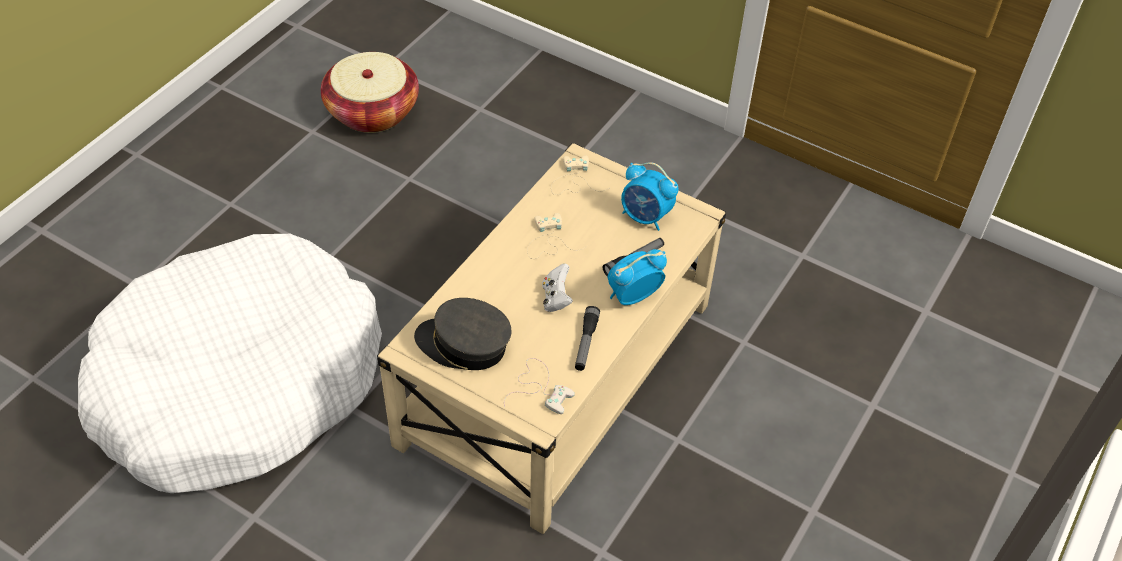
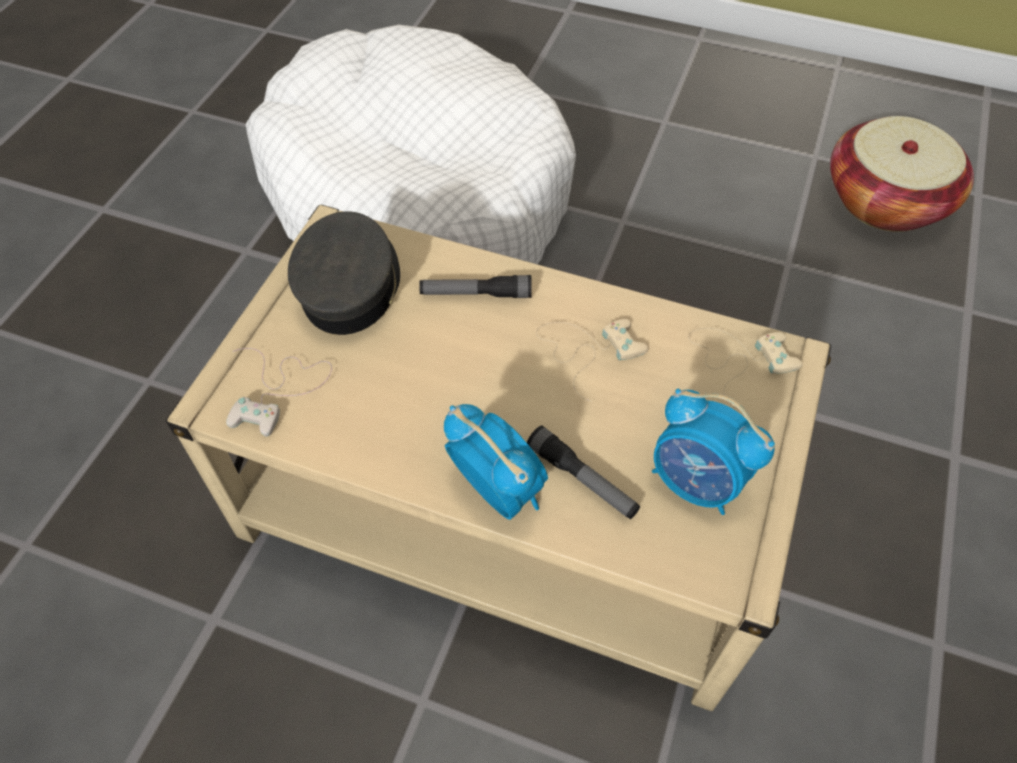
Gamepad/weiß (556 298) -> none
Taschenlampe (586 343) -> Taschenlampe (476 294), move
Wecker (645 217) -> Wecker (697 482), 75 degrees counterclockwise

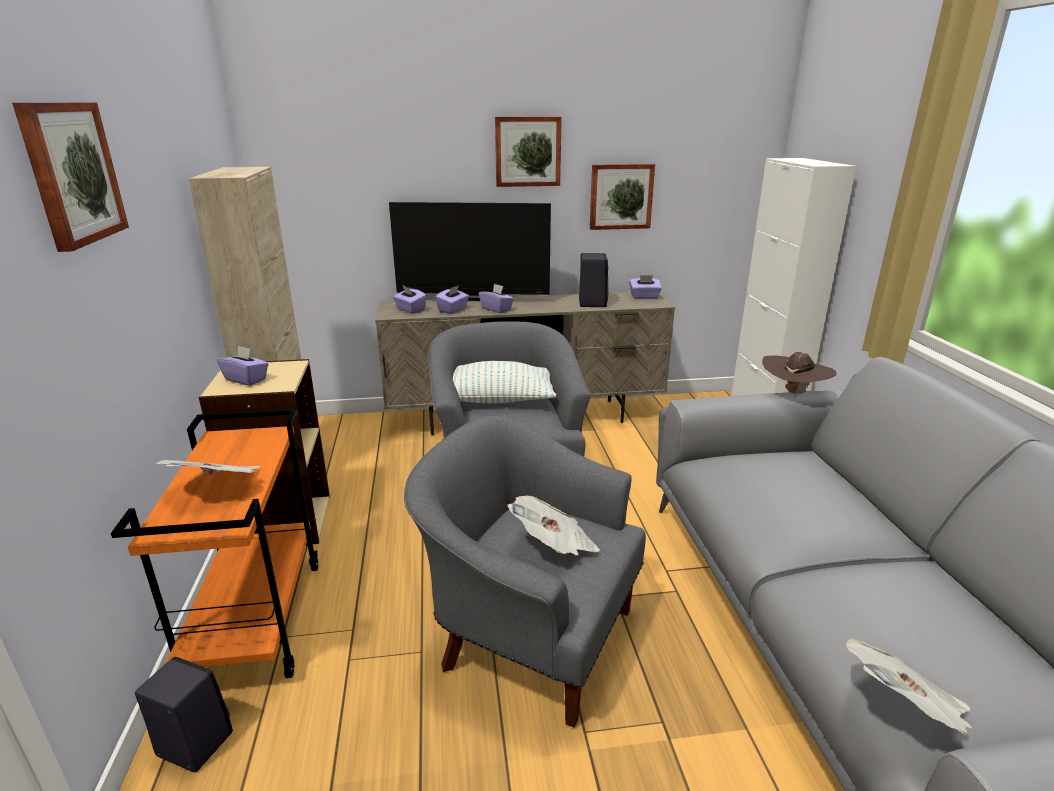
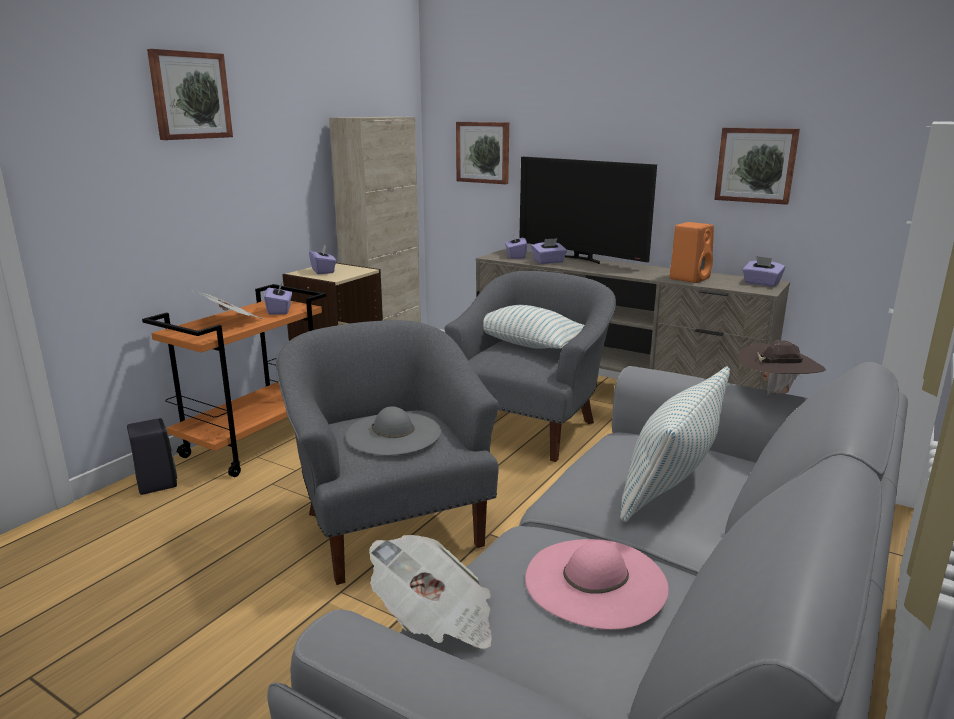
Taschentuchbox/lila (496 309) -> Taschentuchbox/lila (280 310), move
Bild (527 151) -> Bild (483 152), move
Zeitung (554 546) -> Hut/grau (394 433)
Lautsprecher/schwarz (592 303) -> Lautsprecher/orange (689 278)
none -> Hut/rosa (595 581)
none -> Kissen (671 483)

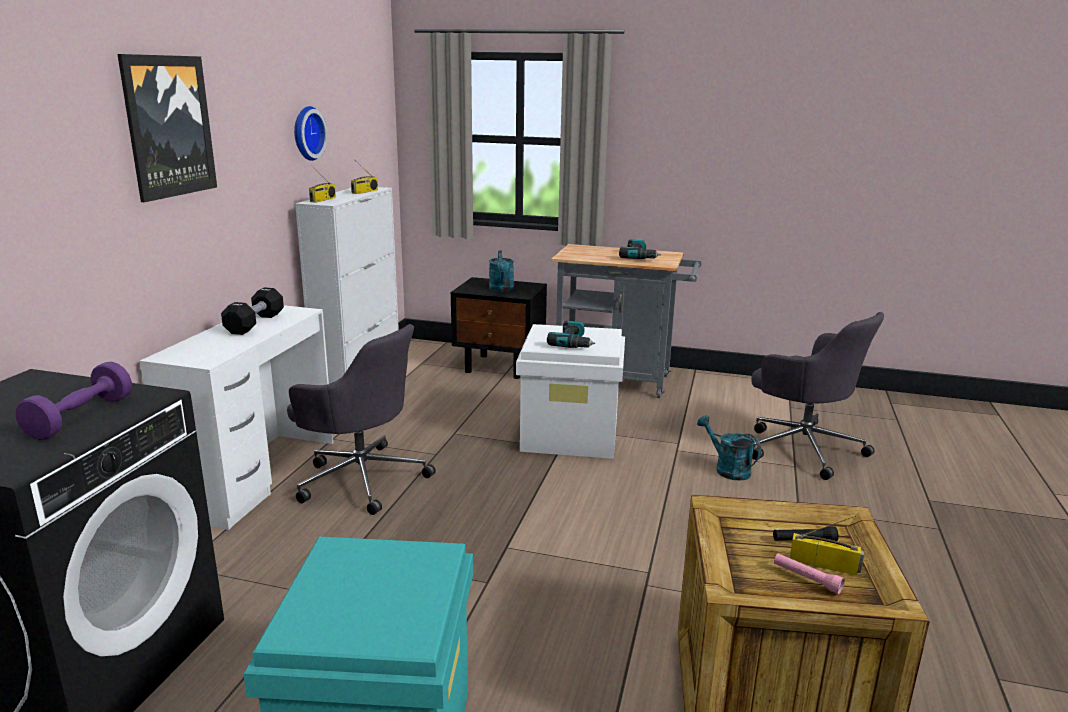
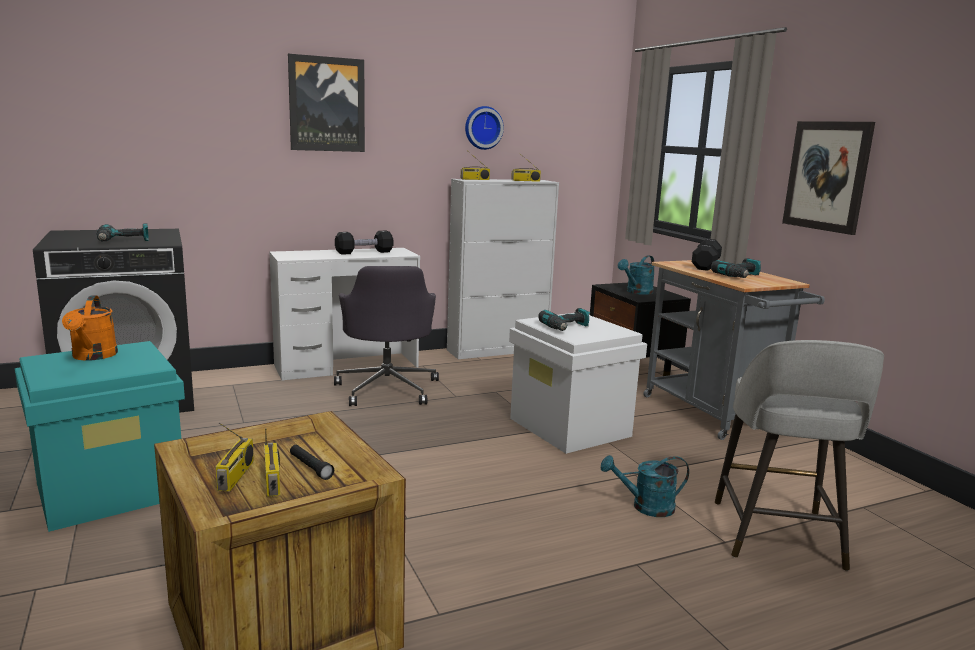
Hantel/lila (81 417) -> Bohrmaschine (123 241)
Gießkanne/türkis (727 469) -> Gießkanne/türkis (645 507), 105 degrees counterclockwise
Bürostuhl/grau (802 447) -> Hocker/grau (777 536)
Taschenlampe/rosa (806 578) -> Radio (236 476)
none -> Gießkanne/orange (93 356)
none -> Hantel/schwarz (705 265)
none -> Bild (827 176)

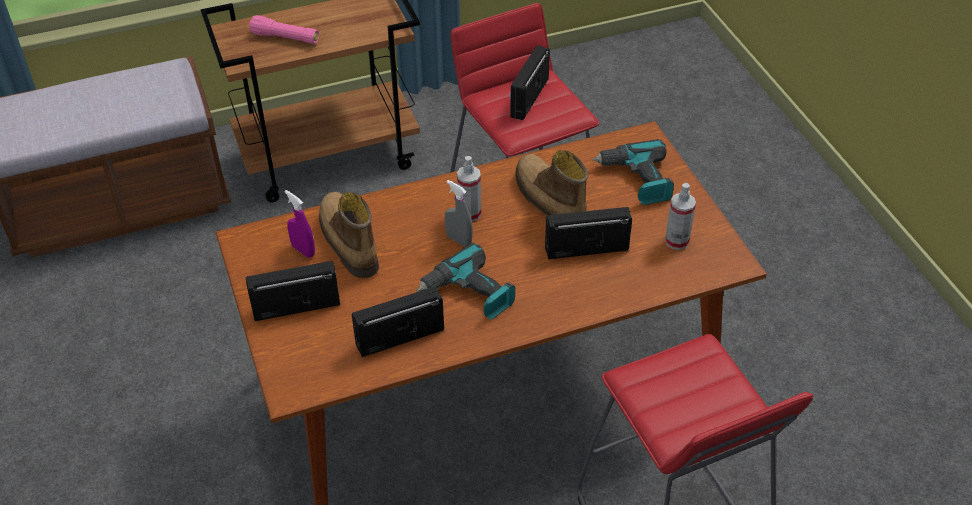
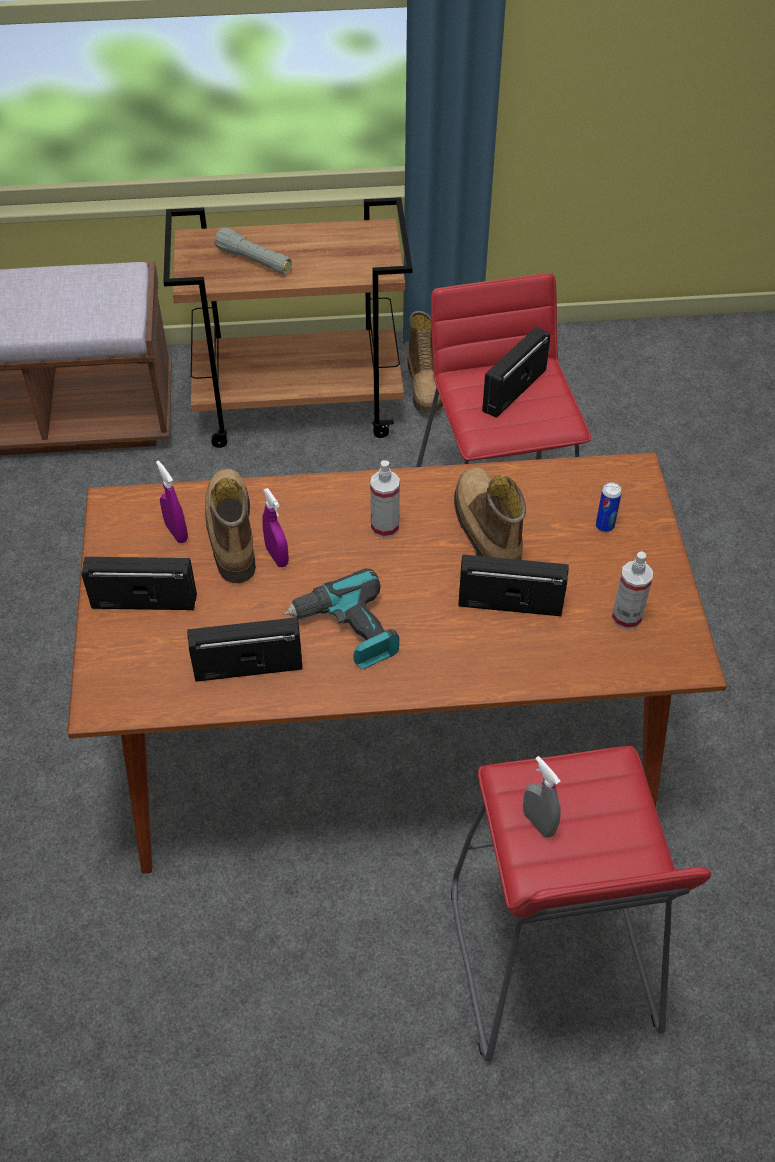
Taschenlampe/rosa (285 38) -> Taschenlampe/grau (254 261)
Sprühflasche/grau (459 240) -> Sprühflasche/grau (538 823), move
Bohrmaschine (637 180) -> Dose (604 526)
none -> Sprühflasche/lila (277 556)
none -> Stiefel (425 386)

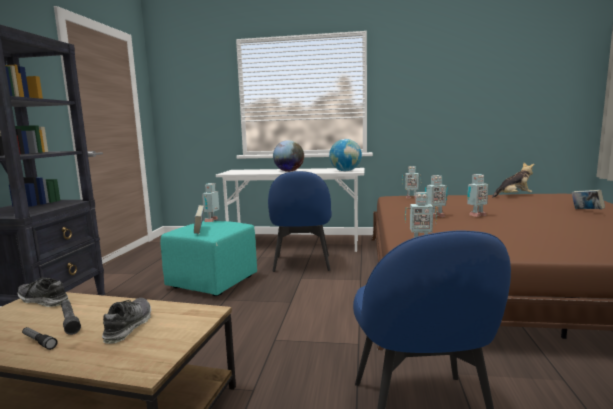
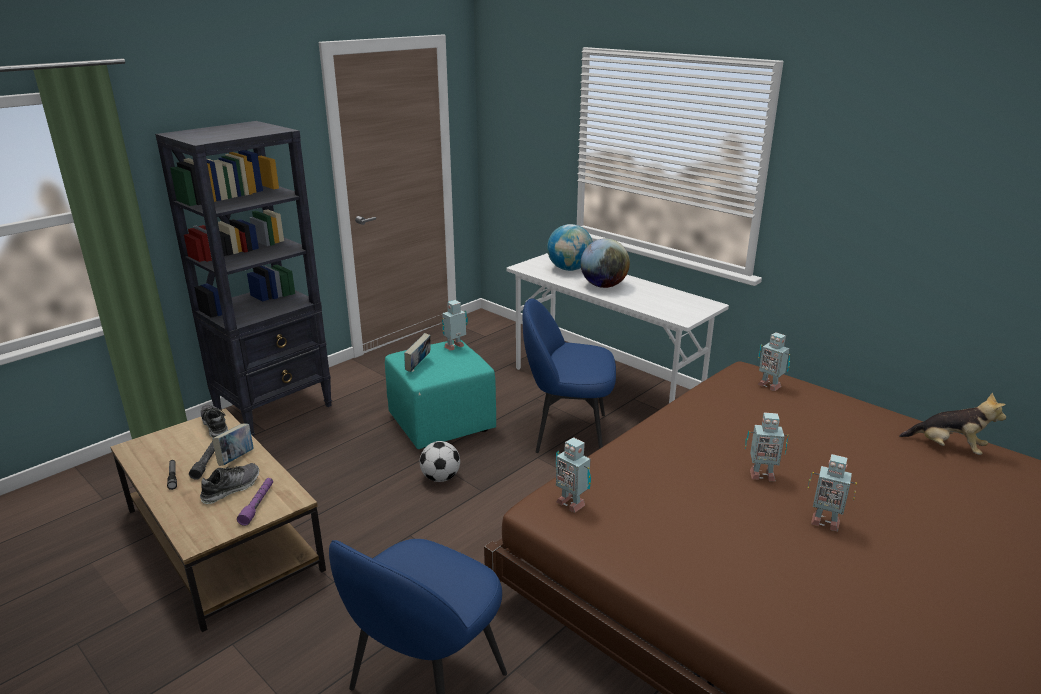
Stuhl/blau (301 264) -> Stuhl/blau (568 432), 60 degrees clockwise
Globus (345 171) -> Globus (569 269), move
Spielzeugroboter (435 216) -> Spielzeugroboter (824 521), move
Buch (586 211) -> Buch (236 458), move
none -> Taschenlampe/lila (258 504)
none -> Fußball (440 478)

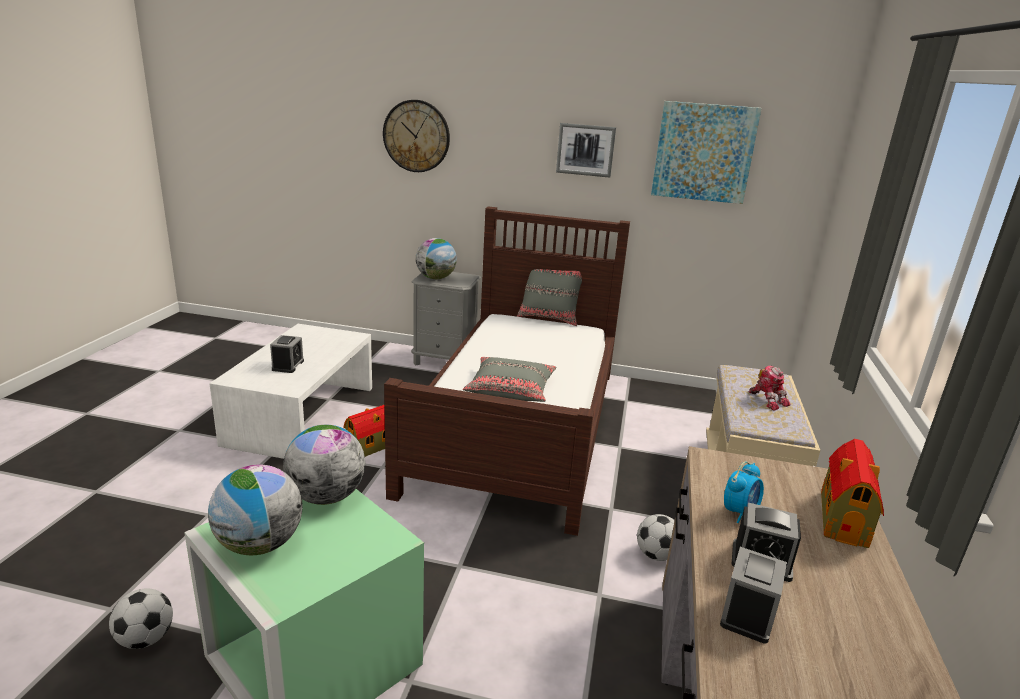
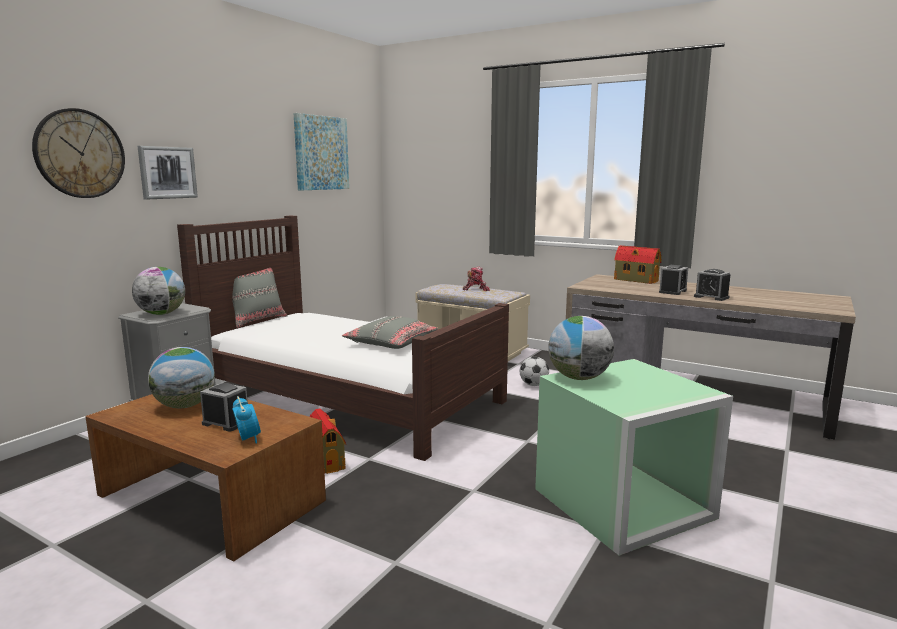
Fußball (145 639) -> none
Globus (260 544) -> Globus (185 406), move
Couchtisch/weiß (301 414) -> Couchtisch/braun (209 498)
Bild (585 150) -> Bild (167 172), move
Wecker (739 512) -> Wecker (248 438), move

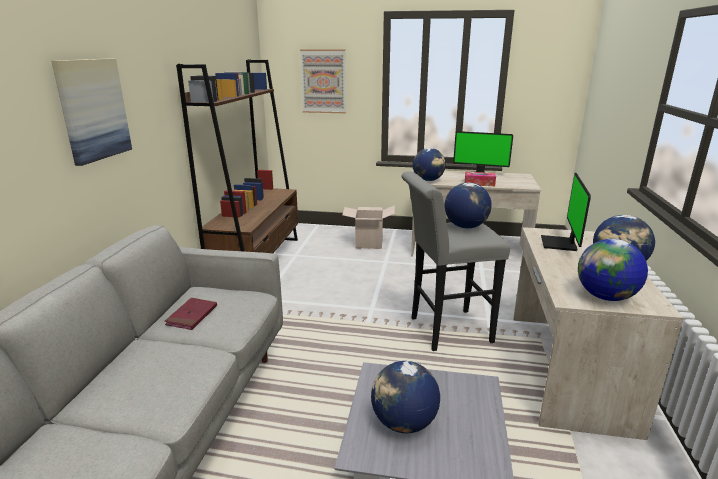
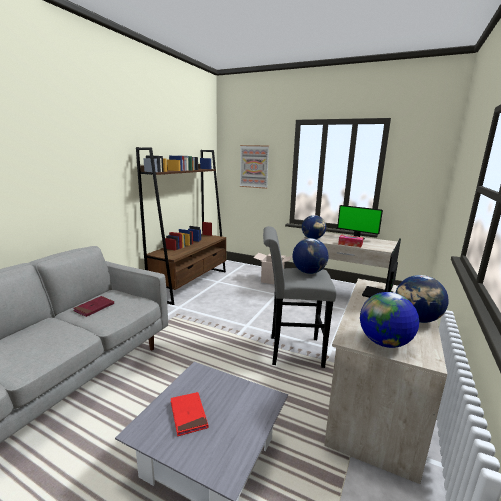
Bild (93 109) -> none
Globus (403 423) -> Buch/rot (188 415)

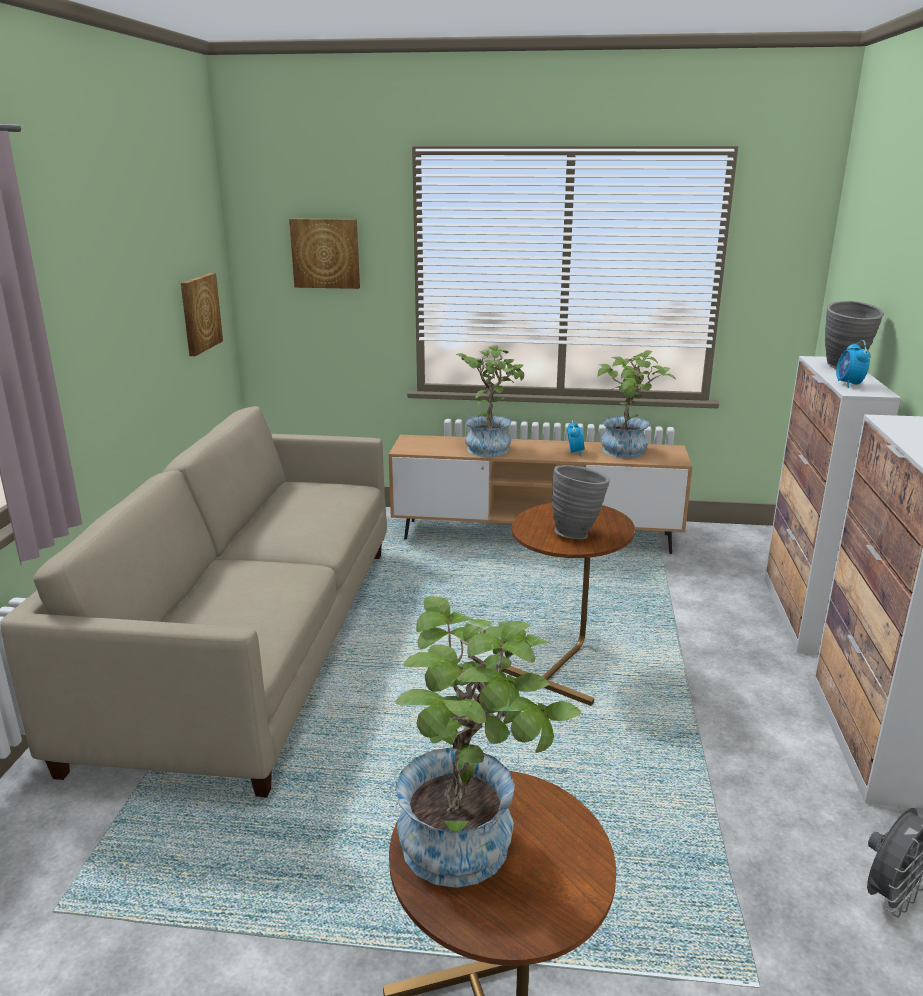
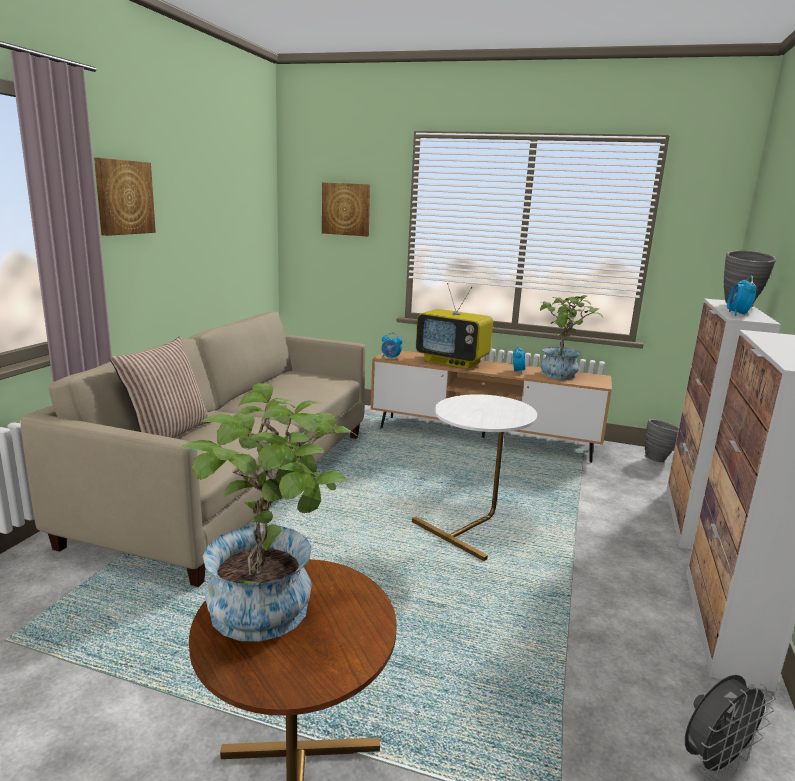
Bild (199 313) -> Bild (124 197), move
Topfpflanze (491 447) -> Fernseher (453 362)
Beistelltisch/braun (564 662) -> Beistelltisch/weiß (473 526)
Vase/grau (578 533) -> Vase/grau (658 459), move
none -> Kissen (168 434)
none -> Wecker (390 358)

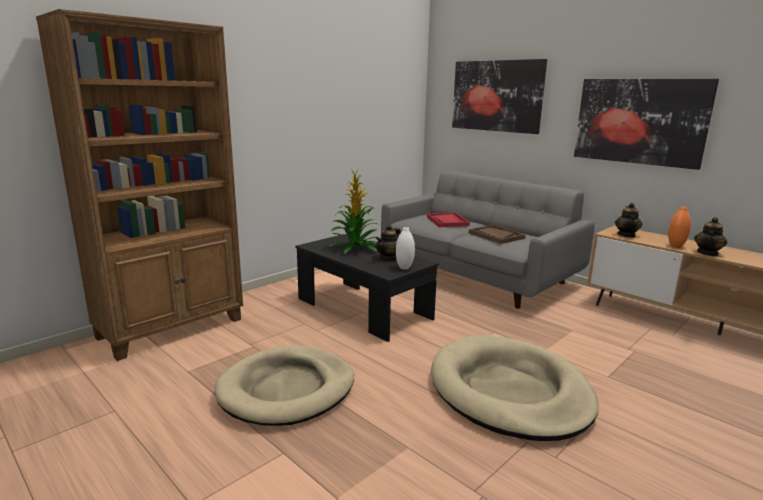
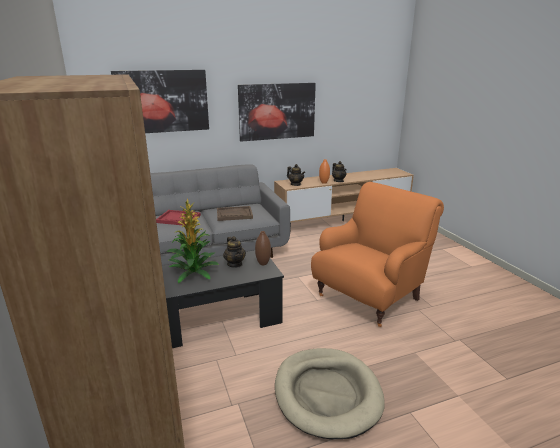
Vase/weiß (404 268) -> Vase/braun (263 263)
Hundebett/beige (509 391) -> Sessel/orange (370 297)

